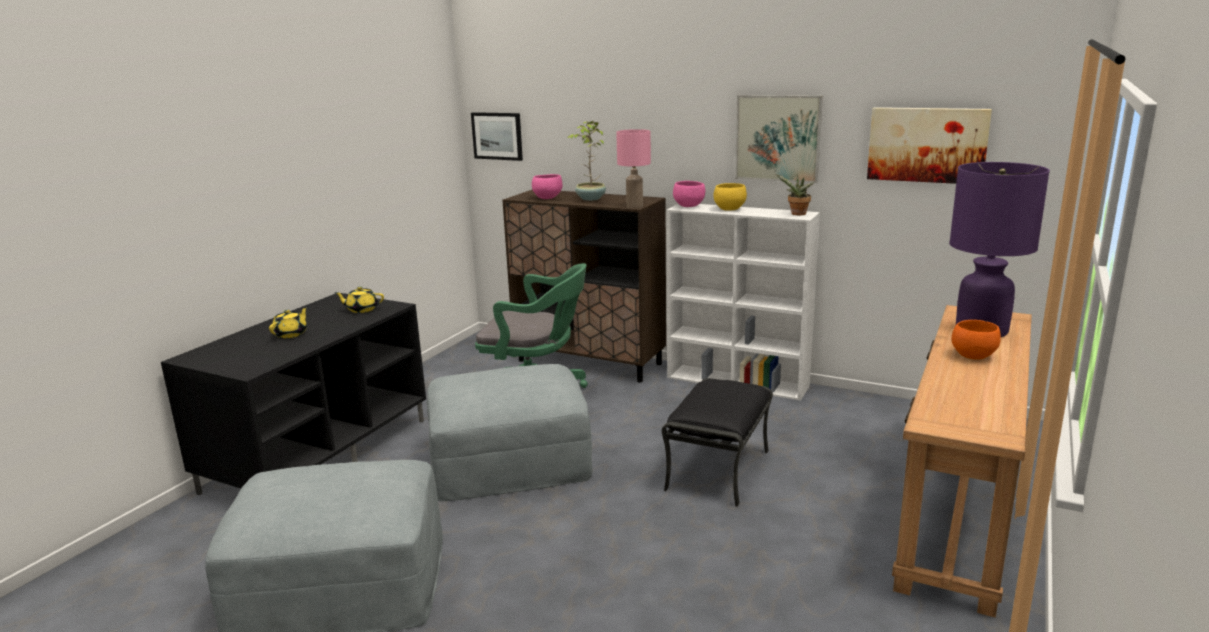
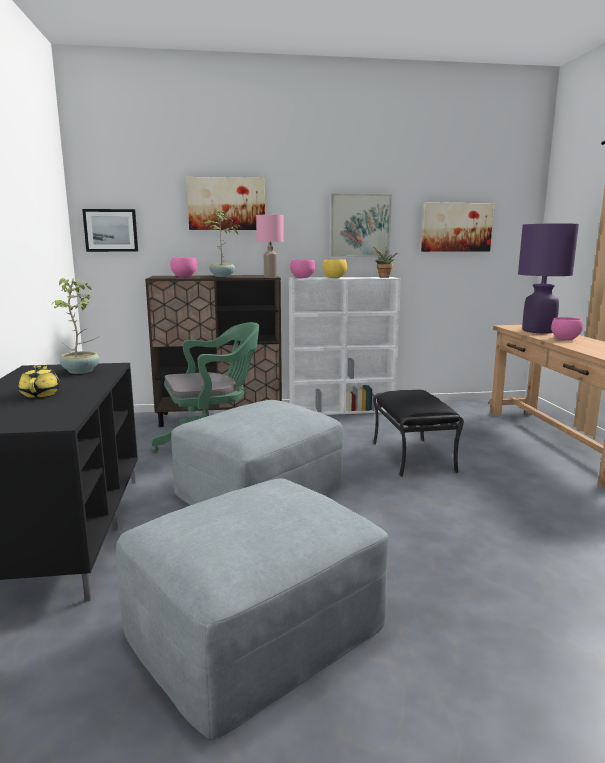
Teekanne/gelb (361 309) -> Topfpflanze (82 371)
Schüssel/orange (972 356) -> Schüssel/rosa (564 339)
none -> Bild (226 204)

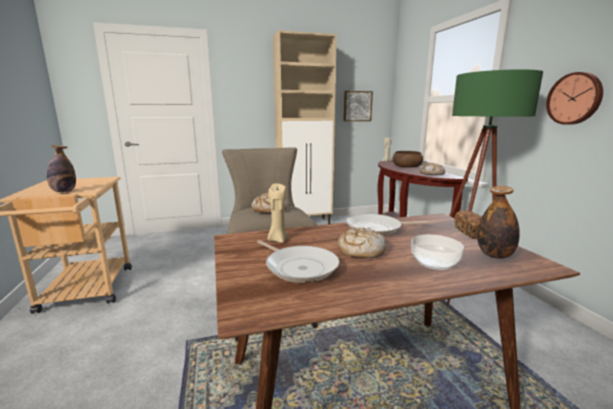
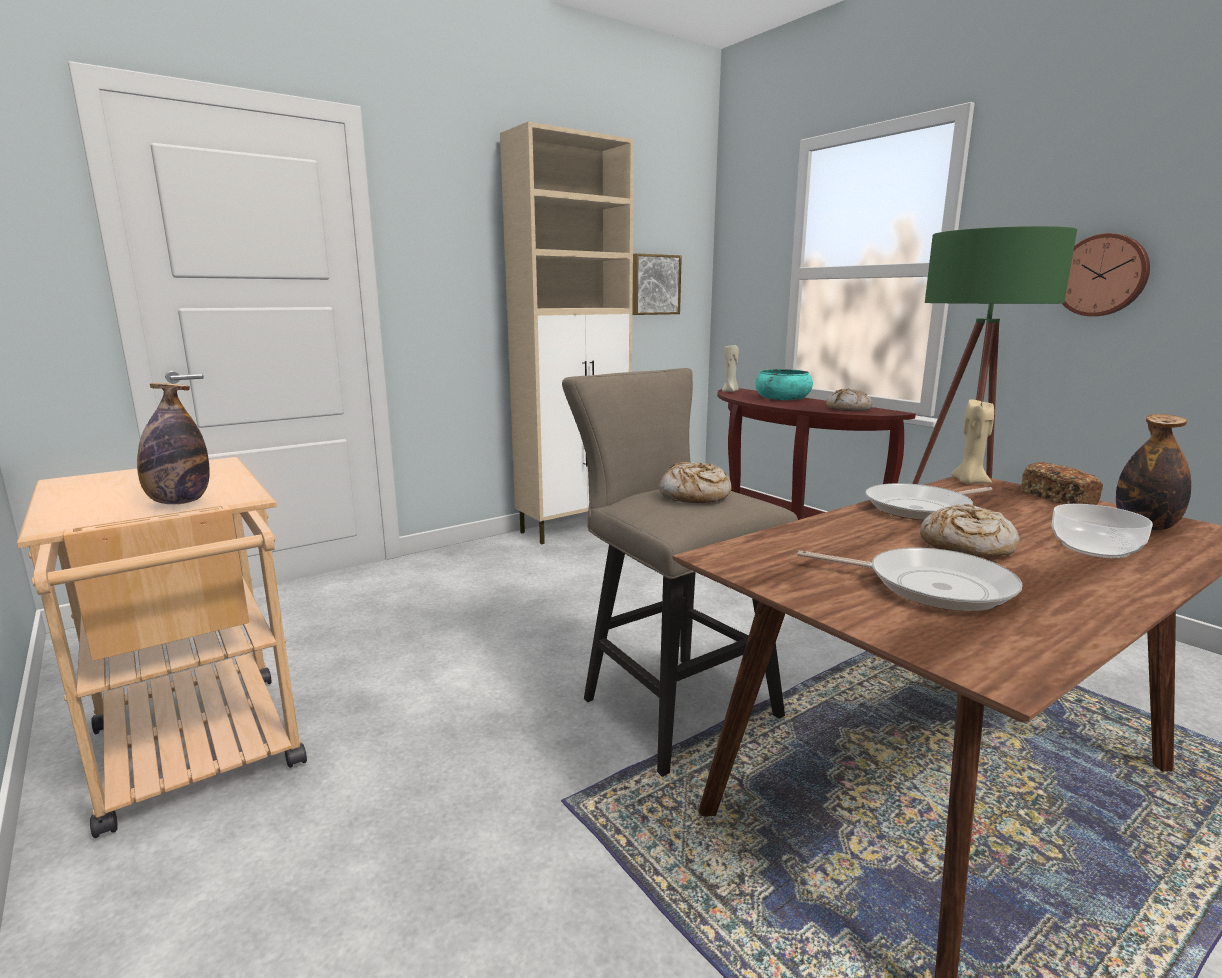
Kerze/beige (277 240) -> Kerze/beige (969 482), move
Schüssel/braun (407 166) -> Schüssel/türkis (782 398)

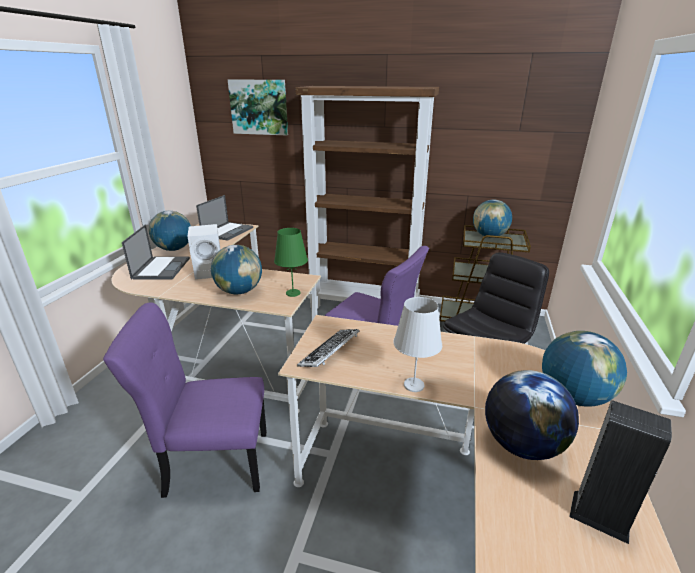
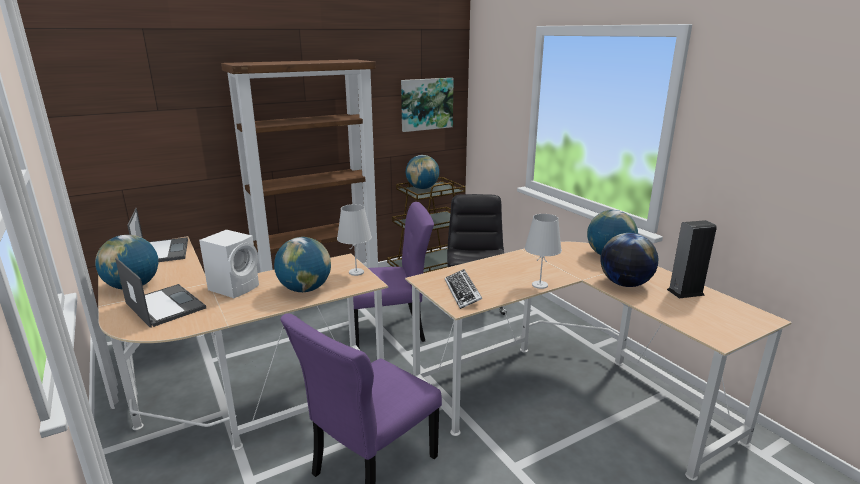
Bild (259 107) -> Bild (426 104), move
Tischlampe/grün (293 293) -> Tischlampe/weiß (356 272)

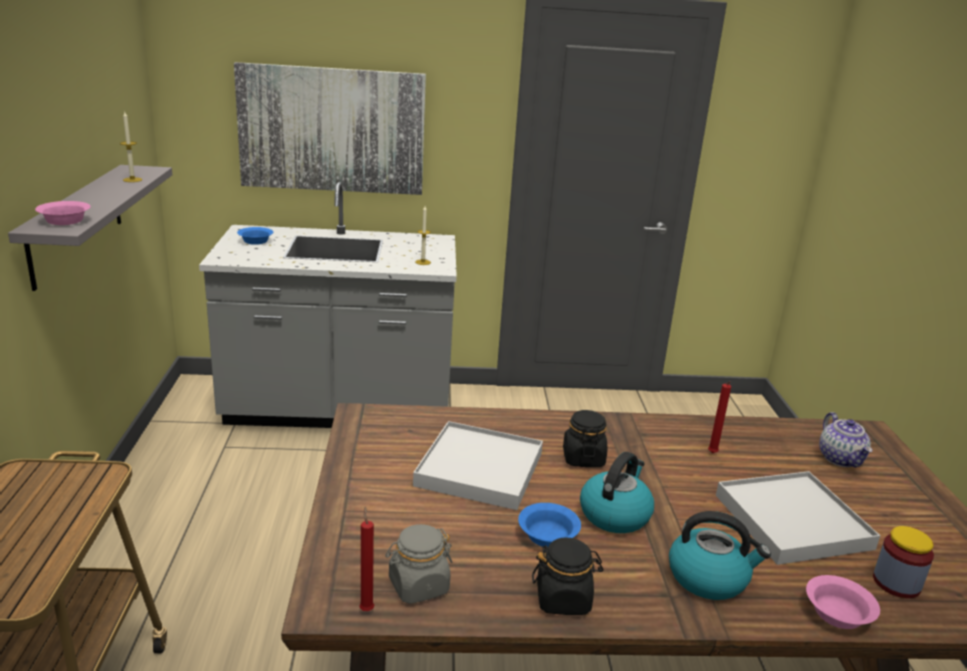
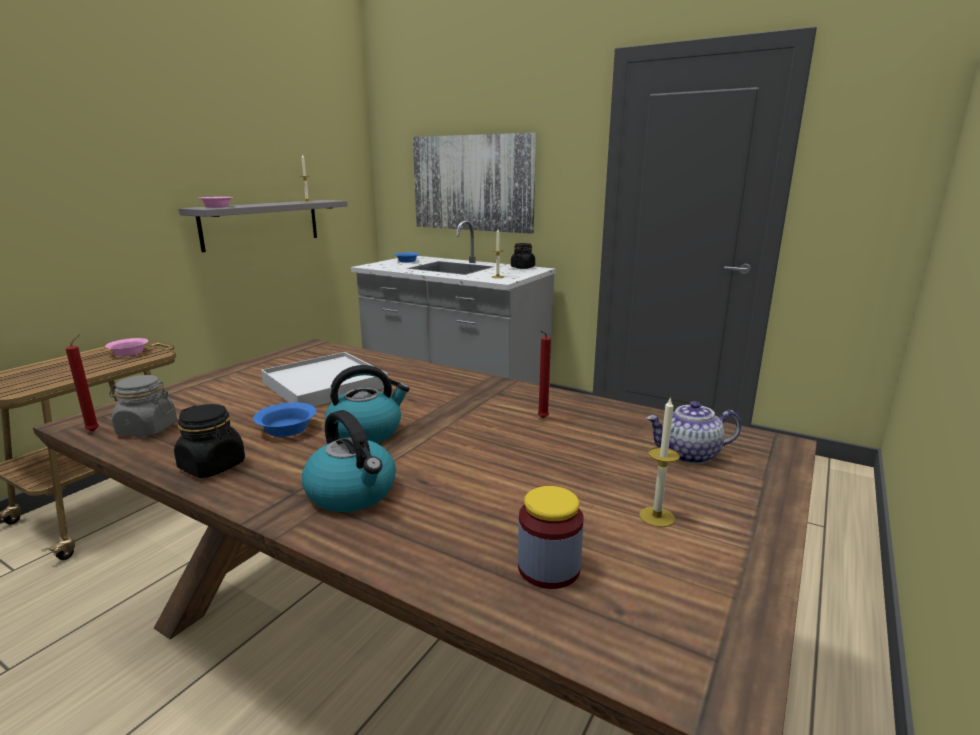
Vorratsglas/schwarz (583 458) -> Vorratsglas/schwarz (522 267), move
Tablett/weiß (792 522) -> none
Schüssel/rosa (839 614) -> Schüssel/rosa (129 353), move
Teekanne (841 459) -> Teekanne (689 455), 60 degrees clockwise
none -> Kerze (656 517)

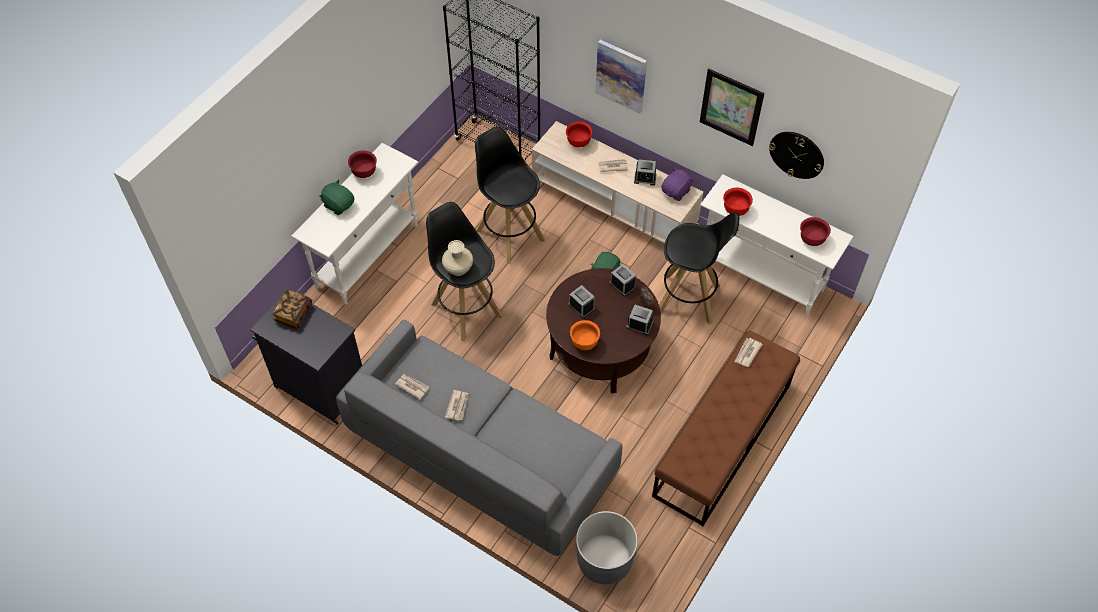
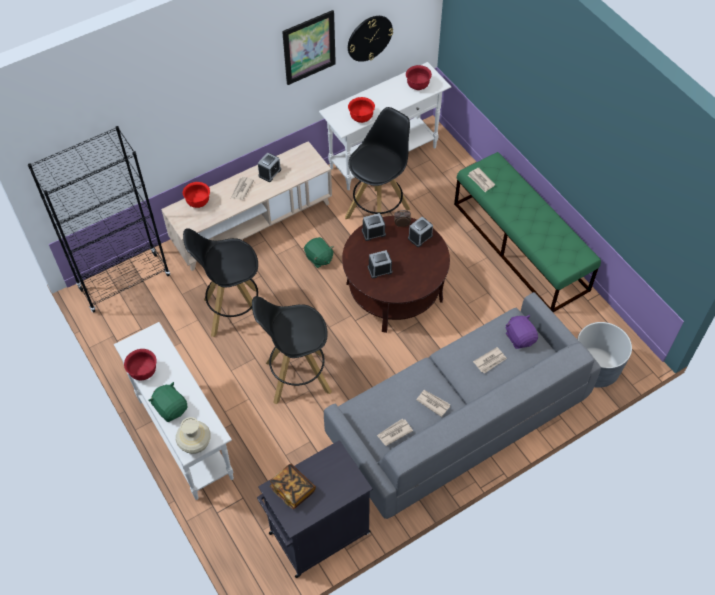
Plüschtier/grün (339 205) -> Plüschtier/grün (171 408), 75 degrees clockwise
Vase/beige (458 269) -> Vase/beige (195 444), move
Schüssel/orange (584 342) -> none
Bild (621 76) -> none
Bank/braun (722 440) -> Bank/grün (520 246)
Plüschtier/lila (676 191) -> Plüschtier/lila (520 337), move
none -> Zeitung (490 361)

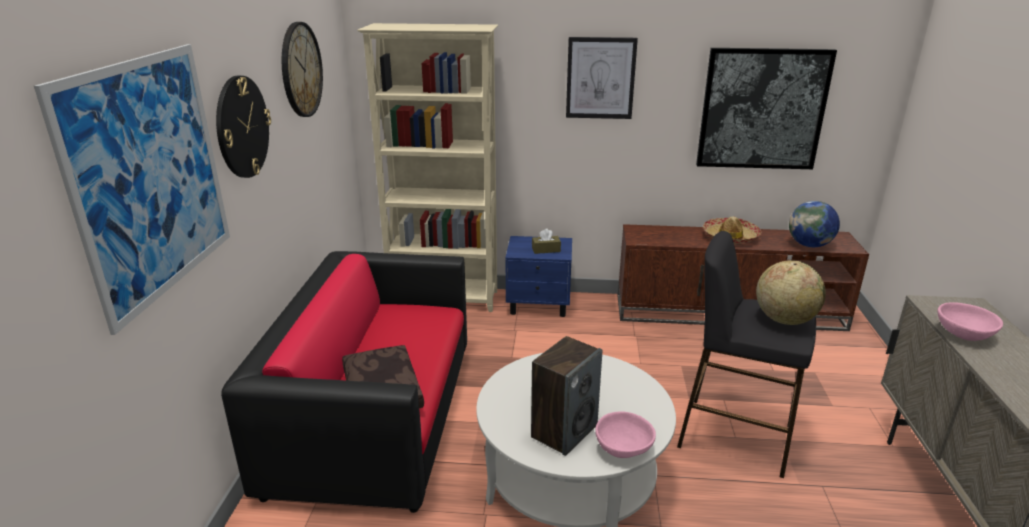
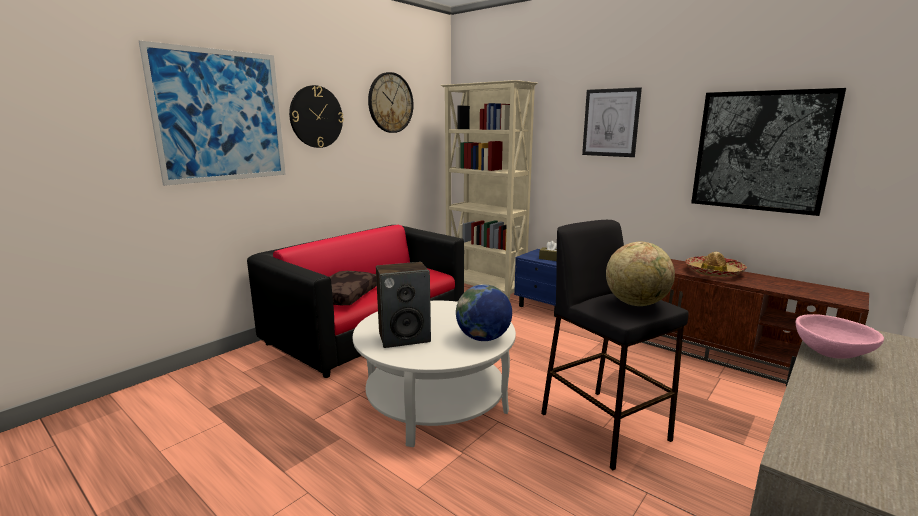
Schüssel/rosa (622 449) -> none
Globus (809 245) -> Globus (483 338), move

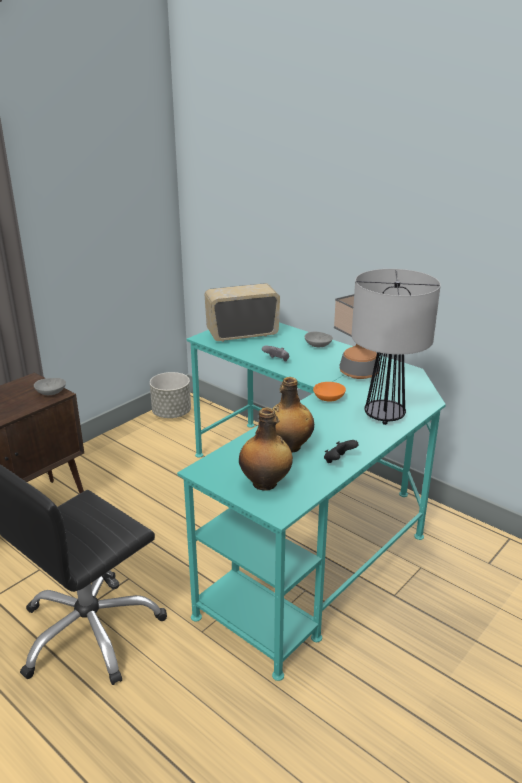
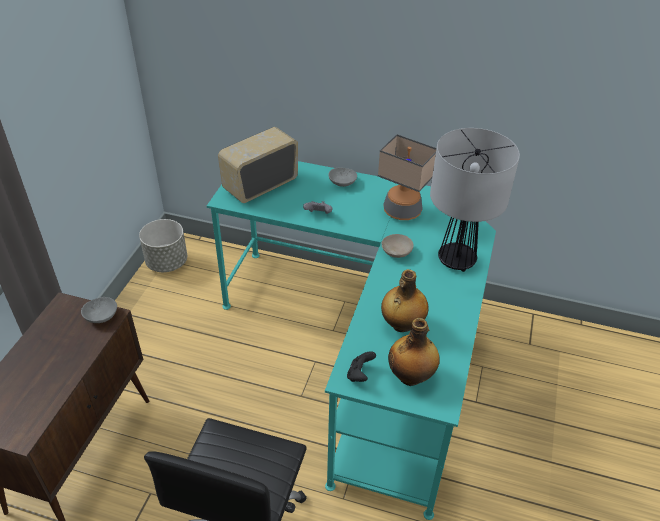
Schüssel/orange (329 398) -> Schüssel/beige (397 252)
Gamepad/schwarz (338 461) -> Gamepad/schwarz (360 374), move

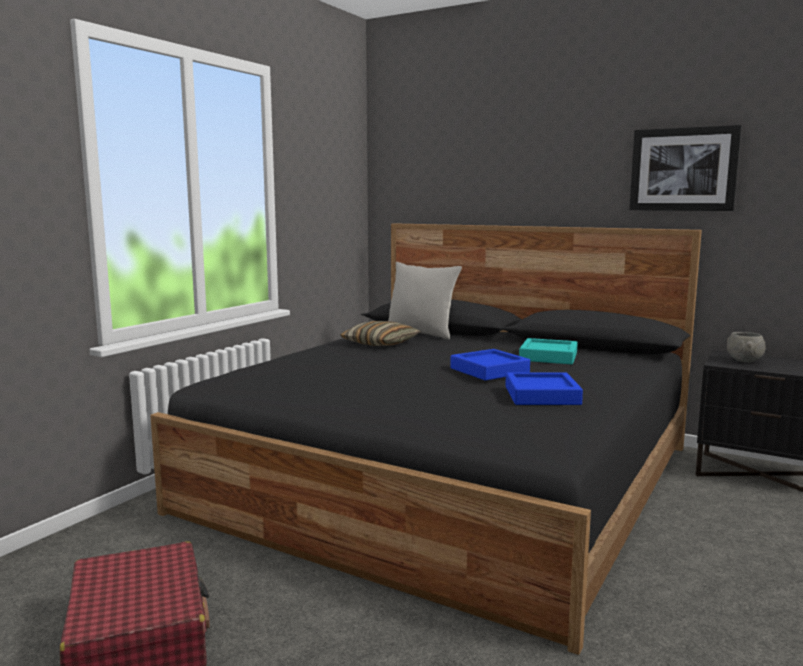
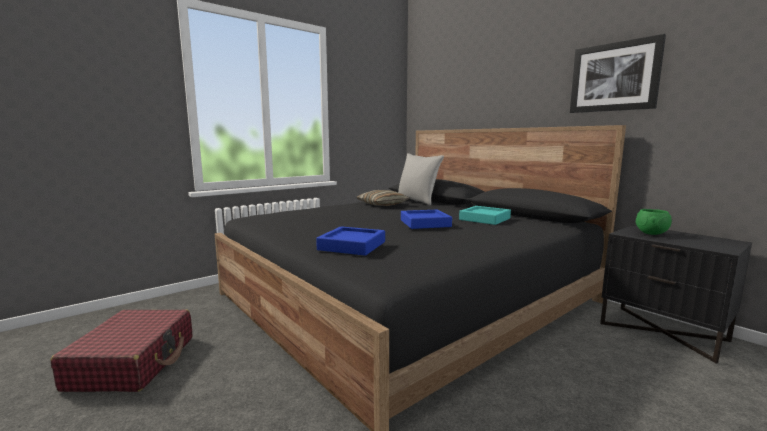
Tablett/blau (542 395) -> Tablett/blau (352 246), move
Schüssel/grau (743 361) -> Schüssel/grün (650 234)

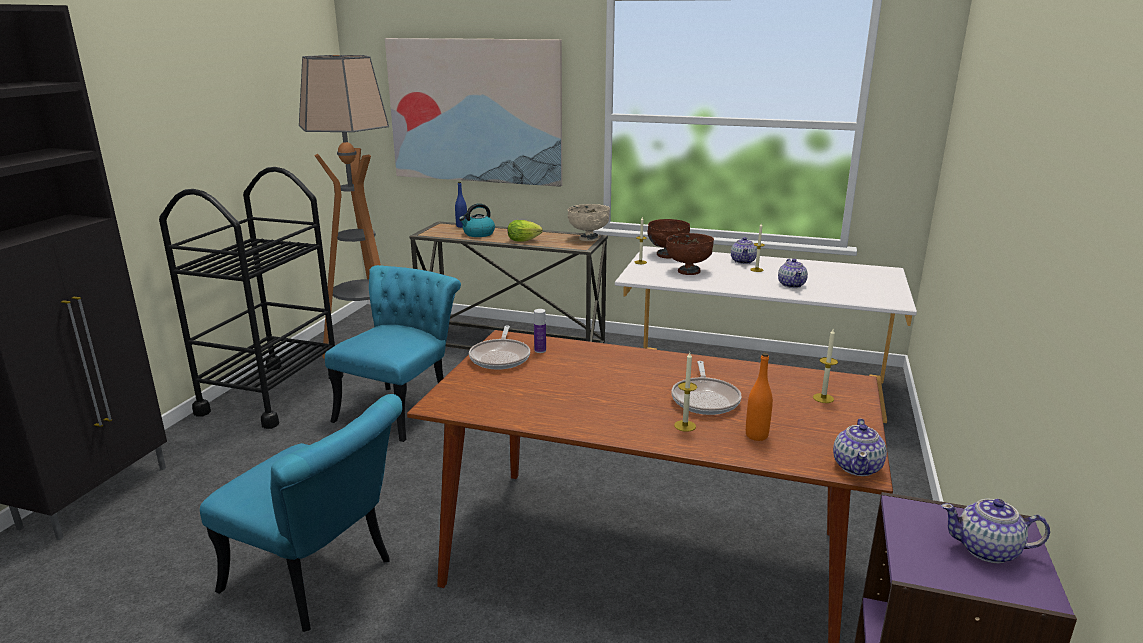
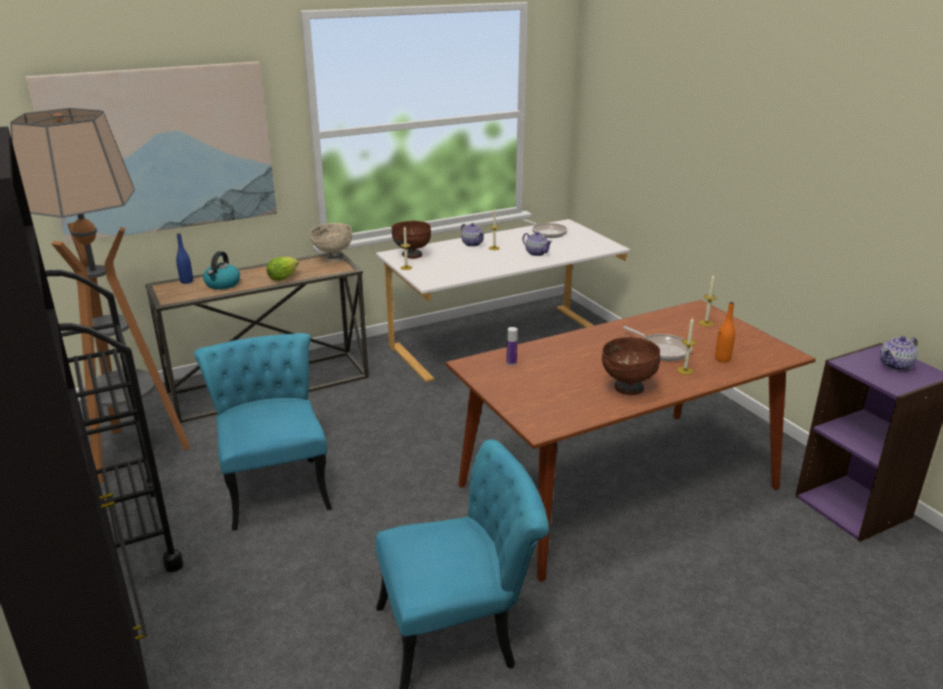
Pfanne (501 357) -> Pfanne (547 233), move
Schüssel/braun (688 271) -> Schüssel/braun (627 388), move
Teekanne (857 467) -> none

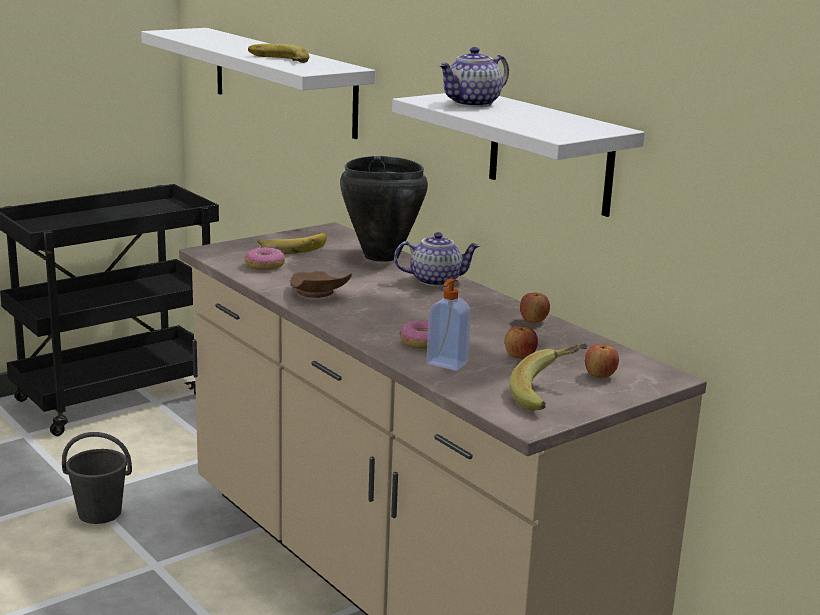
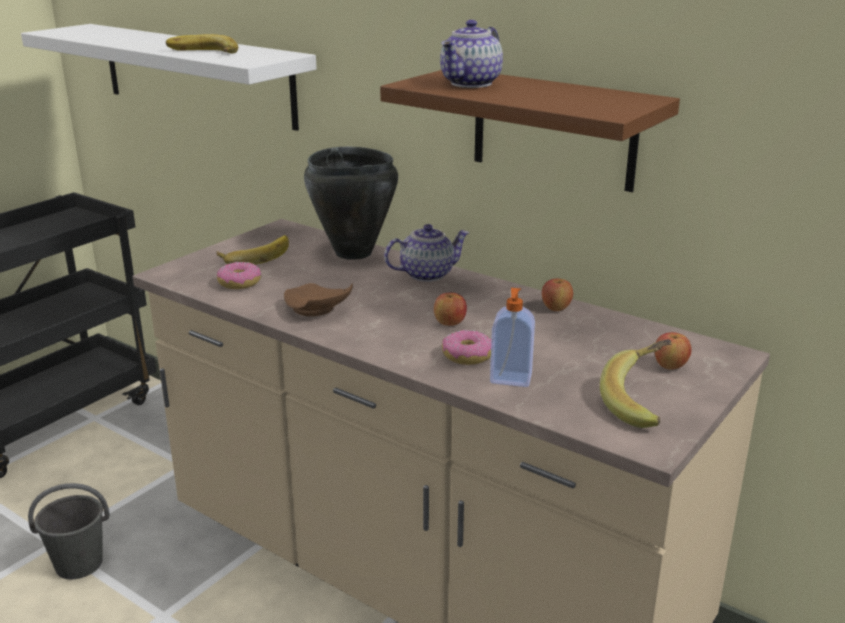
Wandregal/weiß (550 153) -> Wandregal/braun (553 129)
Apfel (520 357) -> Apfel (450 323), move

